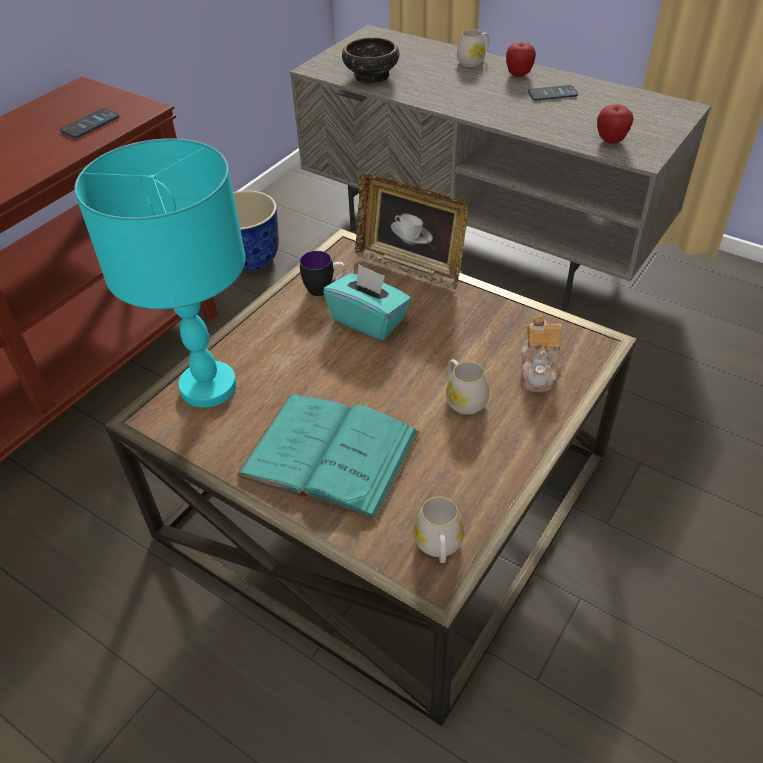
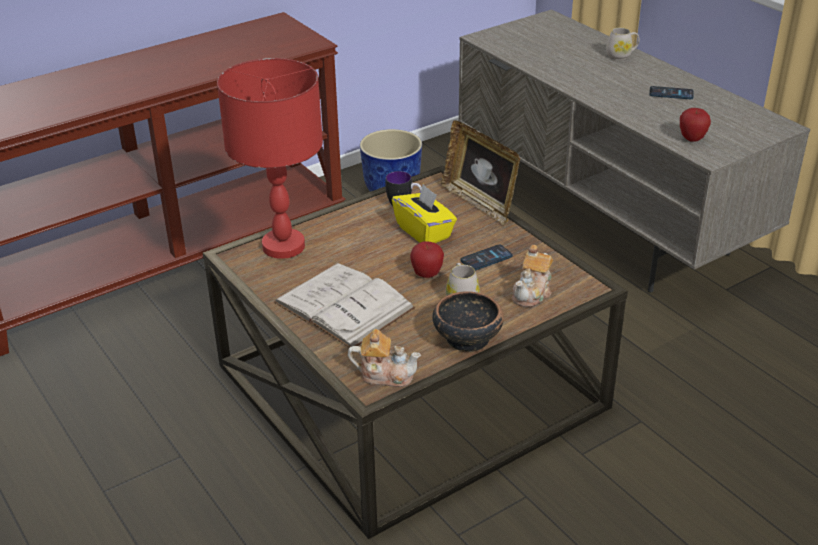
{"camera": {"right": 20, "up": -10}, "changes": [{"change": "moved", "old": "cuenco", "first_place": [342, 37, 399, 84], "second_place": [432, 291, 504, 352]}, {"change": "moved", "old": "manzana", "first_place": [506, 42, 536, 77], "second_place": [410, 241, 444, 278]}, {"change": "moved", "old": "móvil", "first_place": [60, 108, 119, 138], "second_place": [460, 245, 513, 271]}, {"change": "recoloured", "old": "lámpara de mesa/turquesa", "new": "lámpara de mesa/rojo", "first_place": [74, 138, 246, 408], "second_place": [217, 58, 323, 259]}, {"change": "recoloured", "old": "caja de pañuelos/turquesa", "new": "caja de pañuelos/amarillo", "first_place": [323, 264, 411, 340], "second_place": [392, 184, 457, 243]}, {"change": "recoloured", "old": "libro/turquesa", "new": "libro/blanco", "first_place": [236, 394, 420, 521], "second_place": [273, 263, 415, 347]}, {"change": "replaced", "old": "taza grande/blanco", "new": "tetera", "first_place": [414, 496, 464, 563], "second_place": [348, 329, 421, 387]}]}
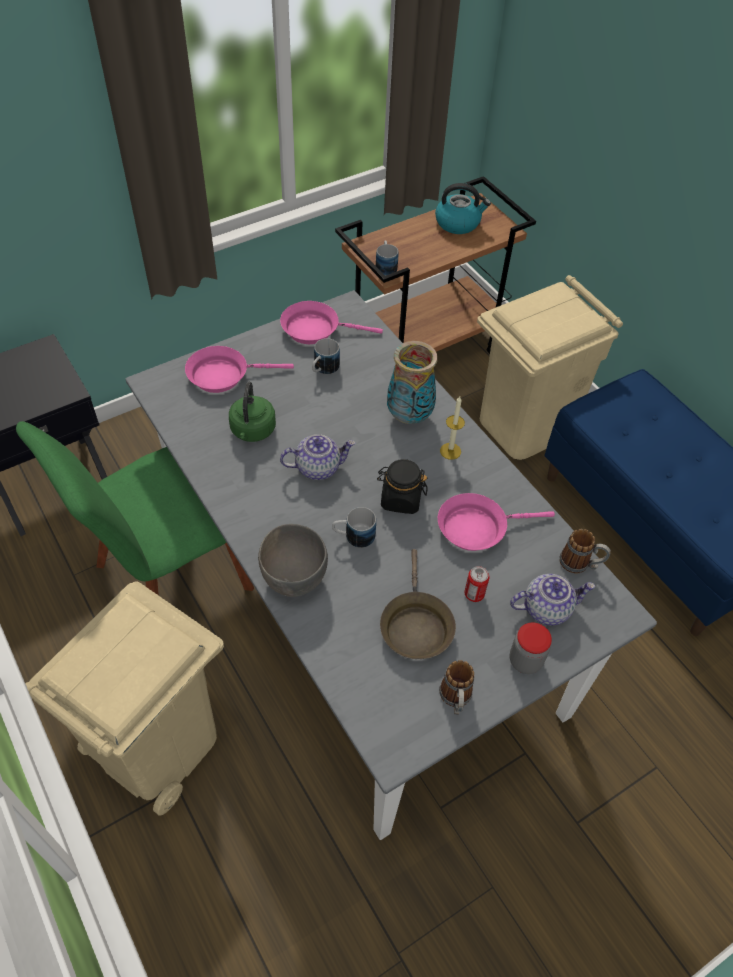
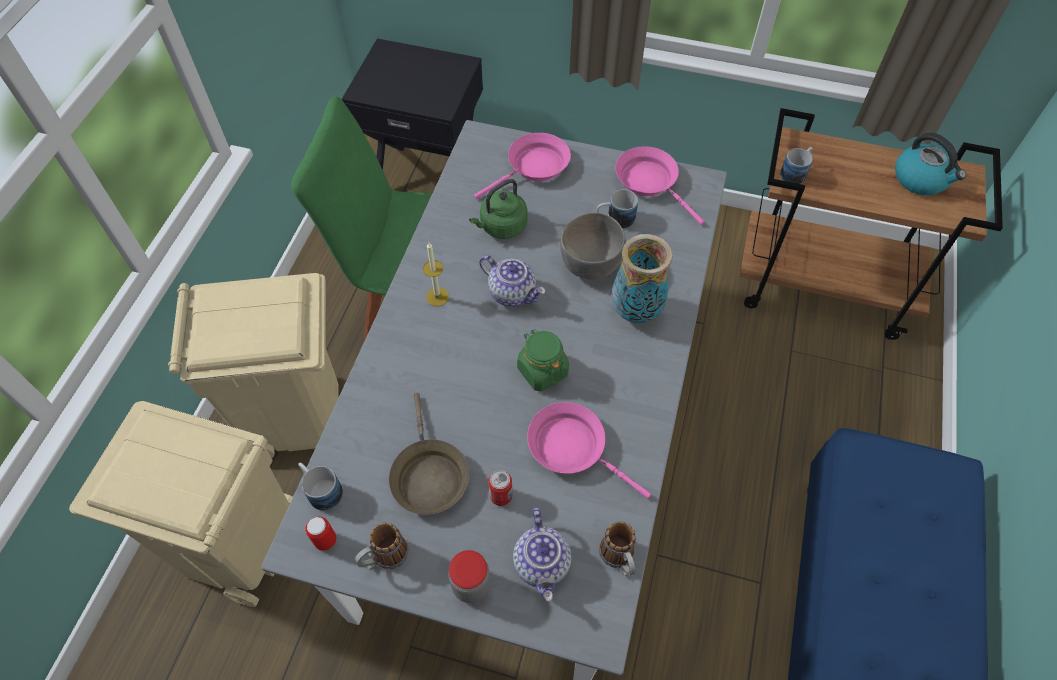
{"camera": {"right": 50, "up": 5}, "changes": [{"change": "moved", "old": "papelera/beis", "first_place": [477, 275, 623, 460], "second_place": [69, 401, 293, 607]}, {"change": "turned", "old": "sartén/rosa", "first_place": [185, 346, 294, 393], "second_place": [474, 133, 571, 199], "degrees": 105}, {"change": "moved", "old": "vela", "first_place": [440, 396, 465, 460], "second_place": [423, 243, 449, 306]}, {"change": "recoloured", "old": "tarro/negro", "new": "tarro/verde", "first_place": [377, 459, 428, 514], "second_place": [517, 329, 569, 392]}, {"change": "moved", "old": "taza grande", "first_place": [332, 507, 376, 548], "second_place": [298, 463, 343, 511]}, {"change": "moved", "old": "cuenco/gris", "first_place": [258, 524, 328, 597], "second_place": [560, 212, 626, 280]}, {"change": "turned", "old": "sartén/marrón", "first_place": [380, 549, 456, 659], "second_place": [389, 393, 469, 515], "degrees": -60}, {"change": "turned", "old": "tetera", "first_place": [510, 574, 595, 625], "second_place": [513, 508, 571, 601], "degrees": 45}, {"change": "added", "new": "lata", "second_place": [305, 516, 336, 551]}]}
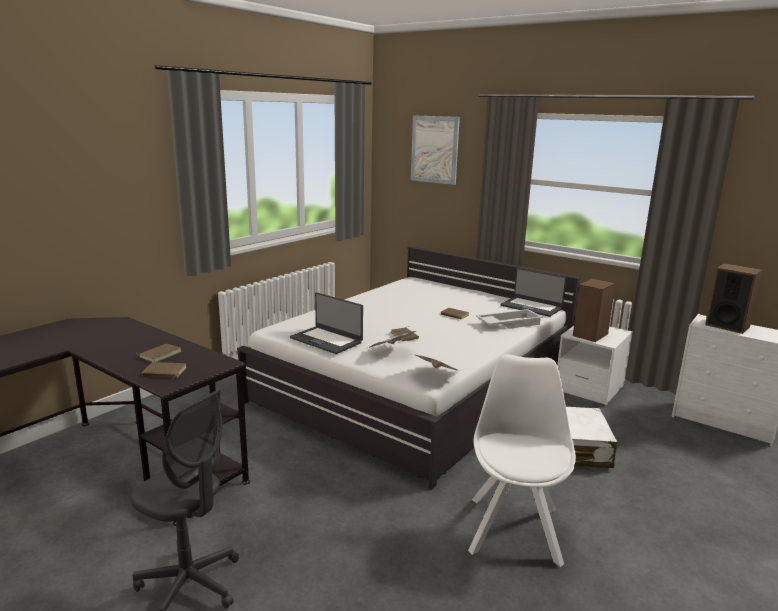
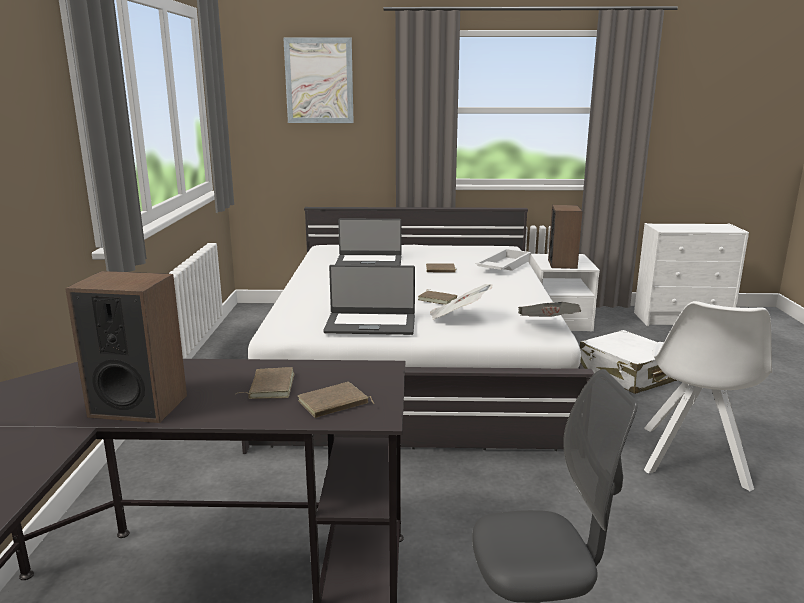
{"camera": {"right": -35, "up": 0}, "changes": [{"change": "moved", "old": "altavoz", "first_place": [705, 263, 763, 334], "second_place": [65, 271, 187, 423]}, {"change": "moved", "old": "portátil", "first_place": [501, 268, 566, 317], "second_place": [335, 219, 401, 265]}, {"change": "turned", "old": "silla/blanco", "first_place": [468, 354, 576, 567], "second_place": [644, 301, 772, 491], "degrees": -135}]}
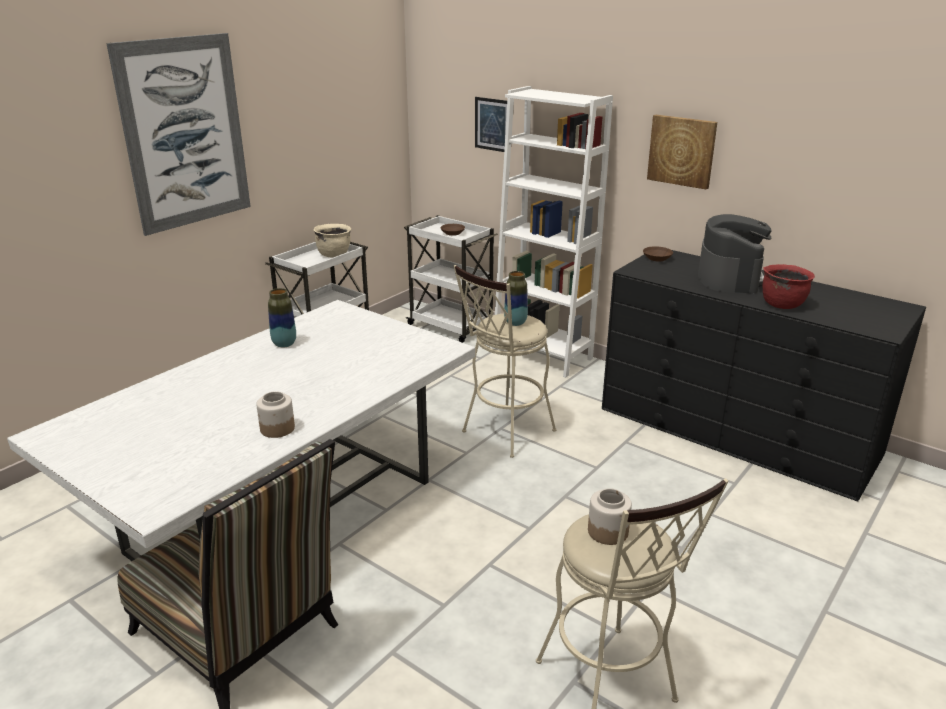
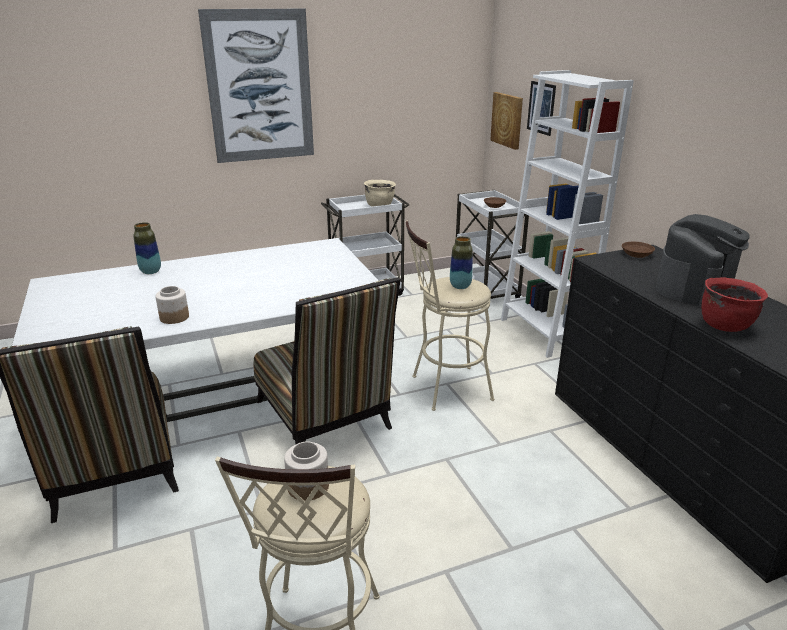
{"camera": {"right": 30, "up": 0}, "changes": [{"change": "moved", "old": "cuadro", "first_place": [647, 115, 717, 190], "second_place": [490, 92, 523, 150]}, {"change": "moved", "old": "florero", "first_place": [268, 288, 296, 347], "second_place": [133, 222, 161, 274]}, {"change": "added", "new": "silla", "second_place": [253, 277, 401, 444]}]}
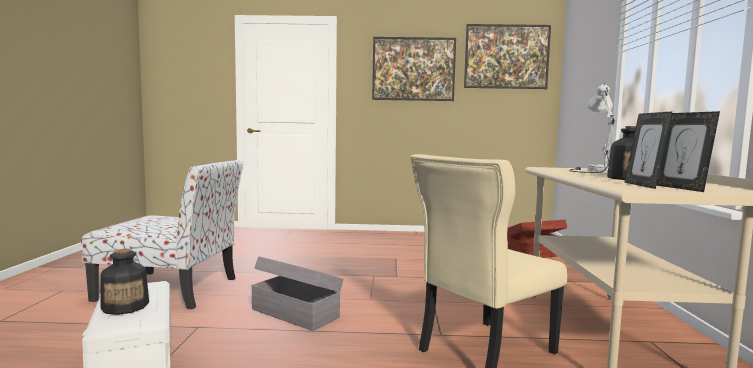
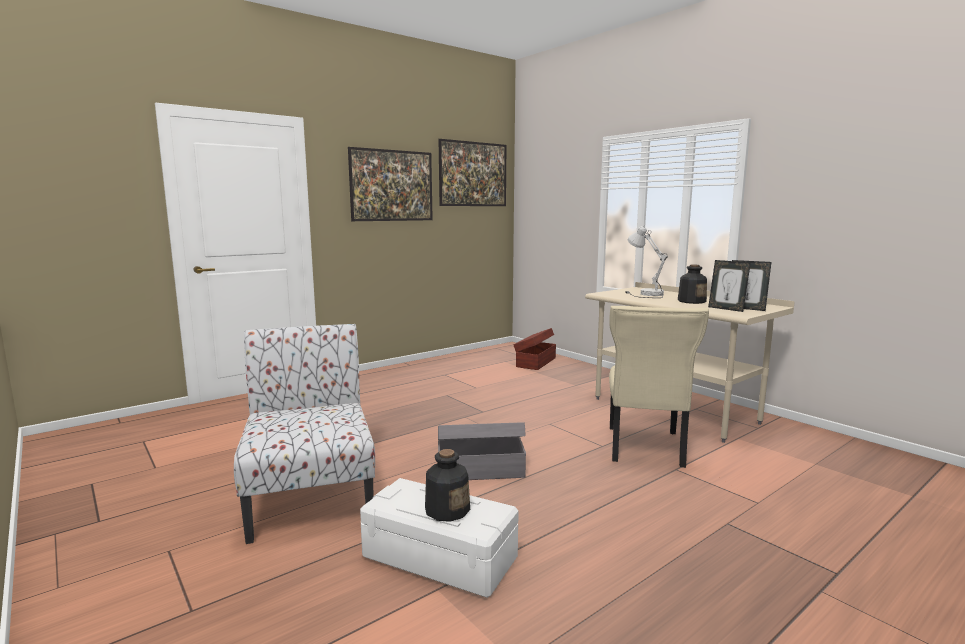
{"camera": {"right": -40, "up": 5}, "changes": [{"change": "turned", "old": "silla", "first_place": [81, 160, 243, 309], "second_place": [234, 324, 375, 544], "degrees": -75}]}
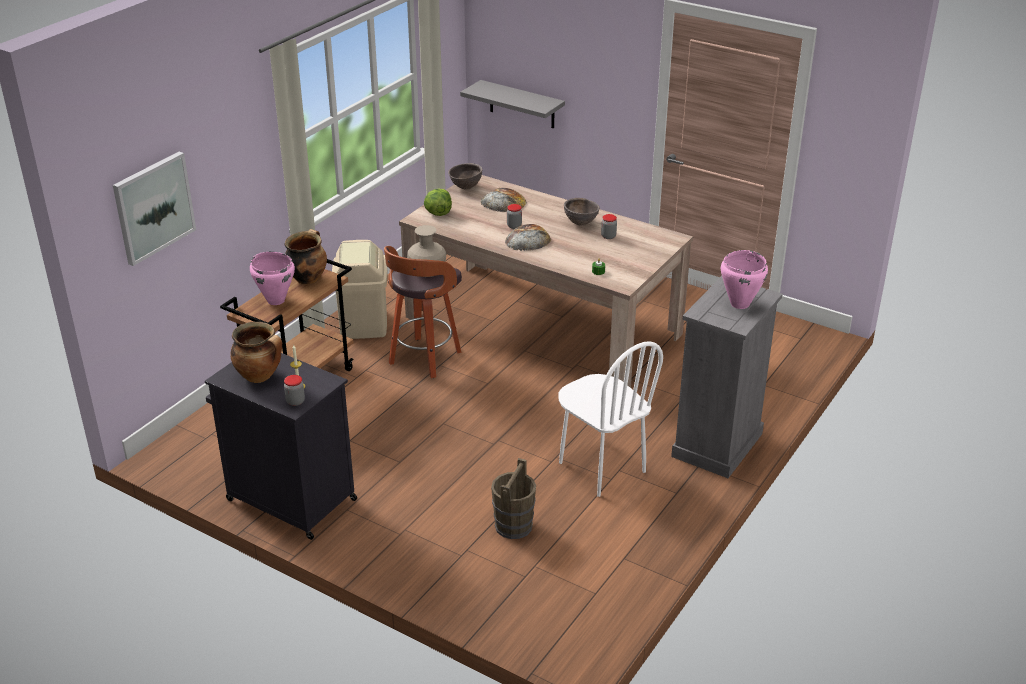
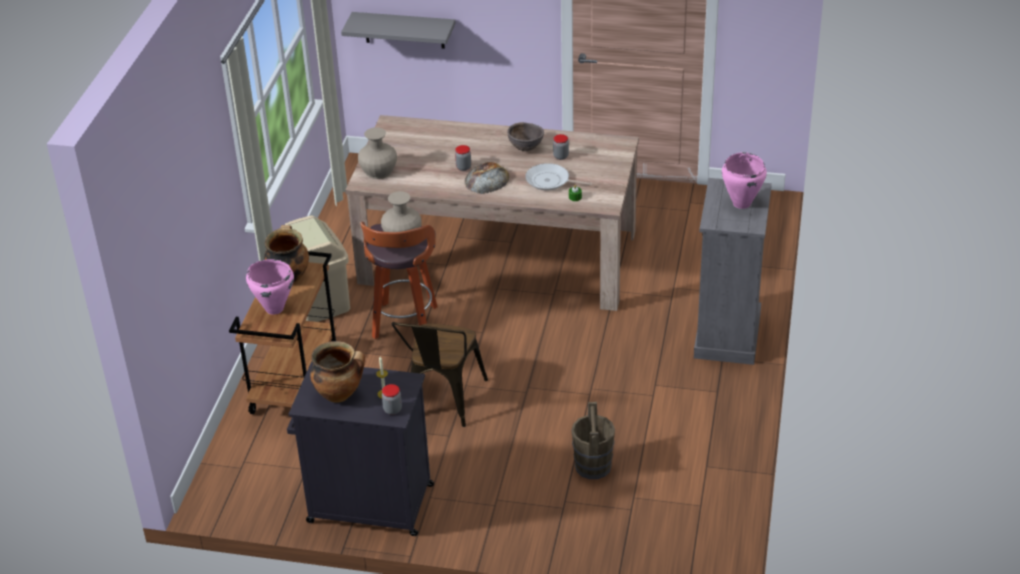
{"camera": {"right": -20, "up": 5}, "changes": [{"change": "removed", "old": "cuadro", "first_place": [113, 152, 196, 266]}, {"change": "removed", "old": "cuenco/marrón", "first_place": [448, 163, 483, 190]}, {"change": "removed", "old": "pan", "first_place": [480, 188, 527, 212]}, {"change": "replaced", "old": "lechuga", "new": "florero/beis", "first_place": [424, 189, 452, 216], "second_place": [358, 127, 397, 179]}, {"change": "removed", "old": "silla/blanco", "first_place": [558, 341, 663, 497]}, {"change": "added", "new": "sartén", "second_place": [525, 163, 592, 191]}, {"change": "added", "new": "silla/marrón", "second_place": [391, 322, 488, 427]}]}
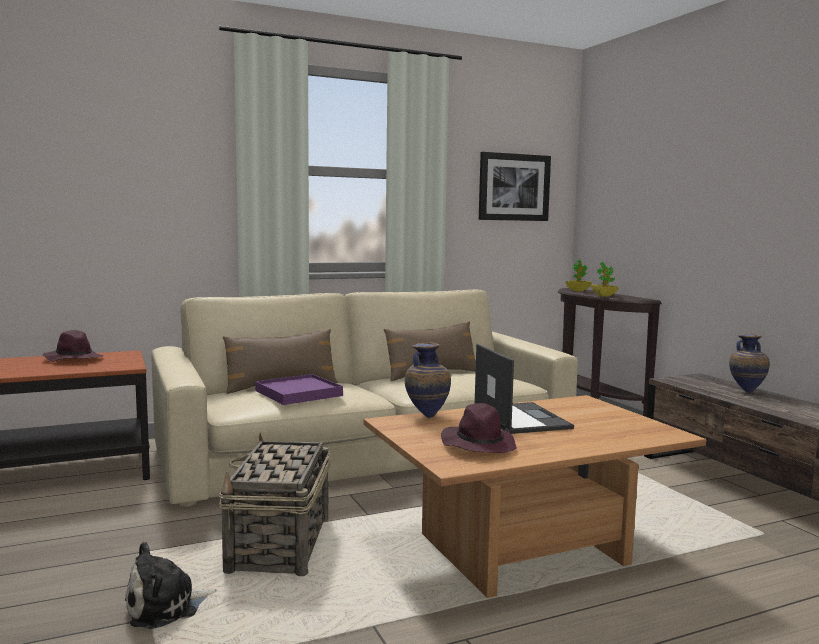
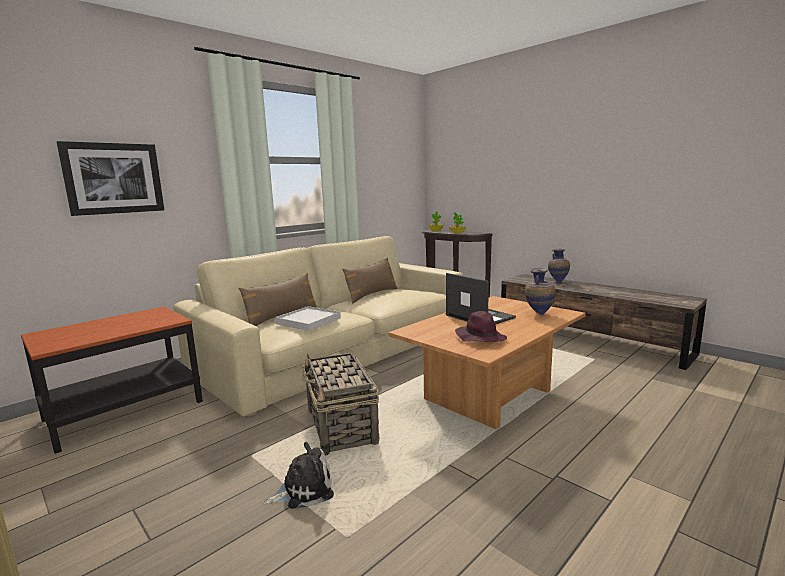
{"camera": {"right": -20, "up": 5}, "changes": [{"change": "moved", "old": "cuadro", "first_place": [479, 152, 551, 221], "second_place": [57, 141, 164, 216]}, {"change": "removed", "old": "sombrero/morado", "first_place": [43, 330, 103, 362]}, {"change": "moved", "old": "florero", "first_place": [405, 342, 451, 418], "second_place": [525, 268, 556, 315]}, {"change": "recoloured", "old": "bandeja/morado", "new": "bandeja/blanco", "first_place": [255, 374, 343, 405], "second_place": [275, 306, 341, 331]}, {"change": "turned", "old": "peluche", "first_place": [125, 542, 217, 629], "second_place": [264, 442, 334, 509], "degrees": -150}]}
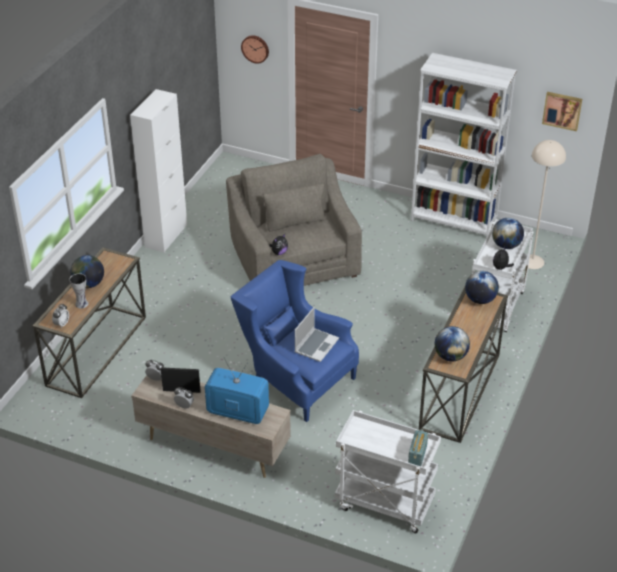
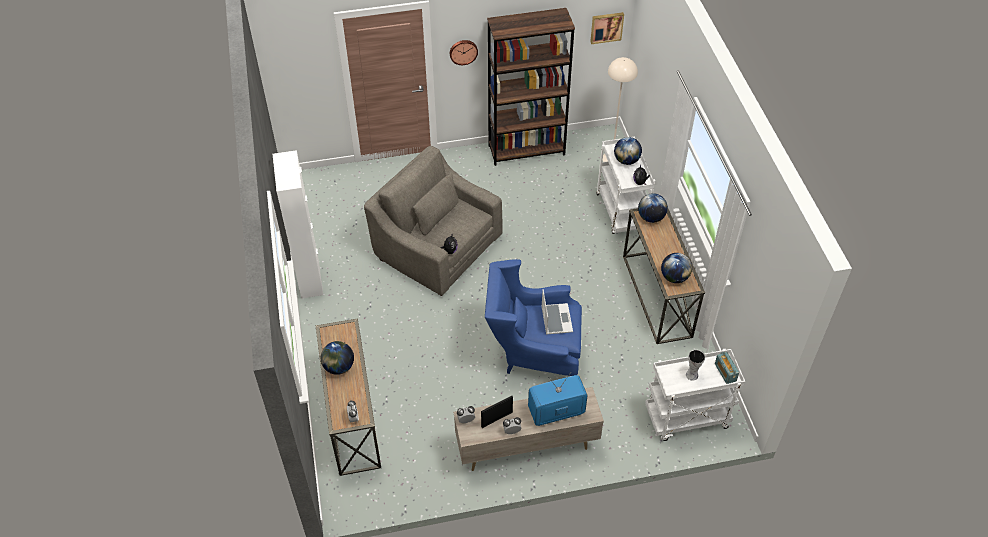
{"camera": {"right": -35, "up": 10}, "changes": [{"change": "moved", "old": "reloj de pared", "first_place": [241, 35, 269, 64], "second_place": [450, 40, 478, 65]}, {"change": "recoloured", "old": "estantería/blanco", "new": "estantería/marrón", "first_place": [411, 53, 517, 238], "second_place": [487, 8, 575, 166]}, {"change": "moved", "old": "florero", "first_place": [69, 273, 88, 309], "second_place": [686, 350, 705, 381]}]}
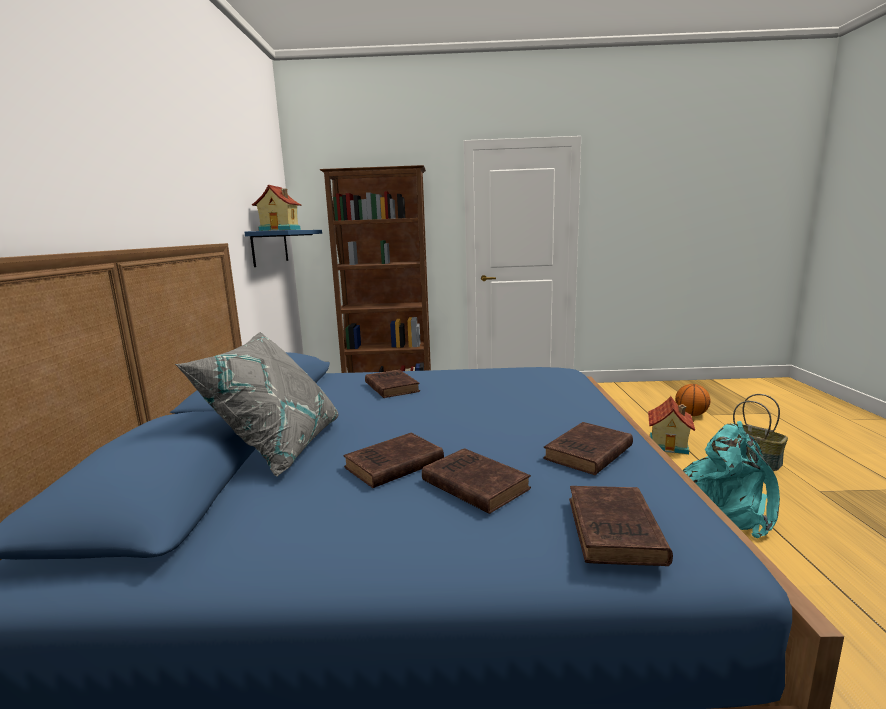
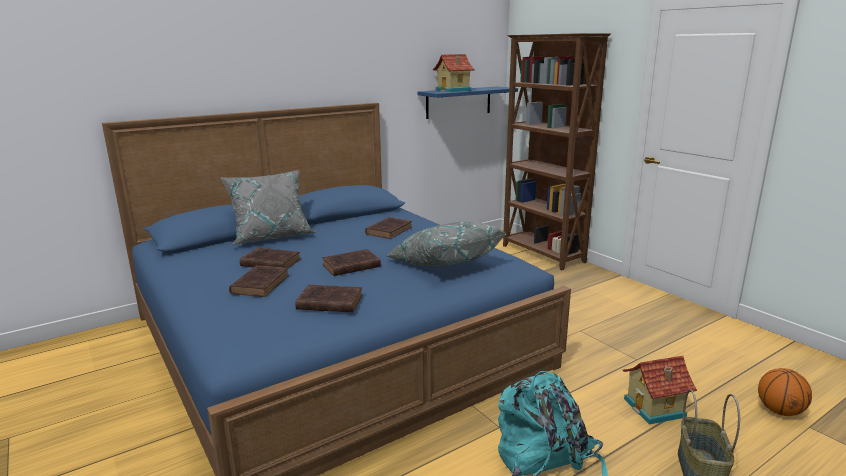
{"camera": {"right": 55, "up": 5}, "changes": [{"change": "moved", "old": "libro/marrón", "first_place": [569, 486, 673, 566], "second_place": [322, 249, 381, 276]}, {"change": "added", "new": "cojín/gris", "second_place": [386, 222, 506, 266]}]}
